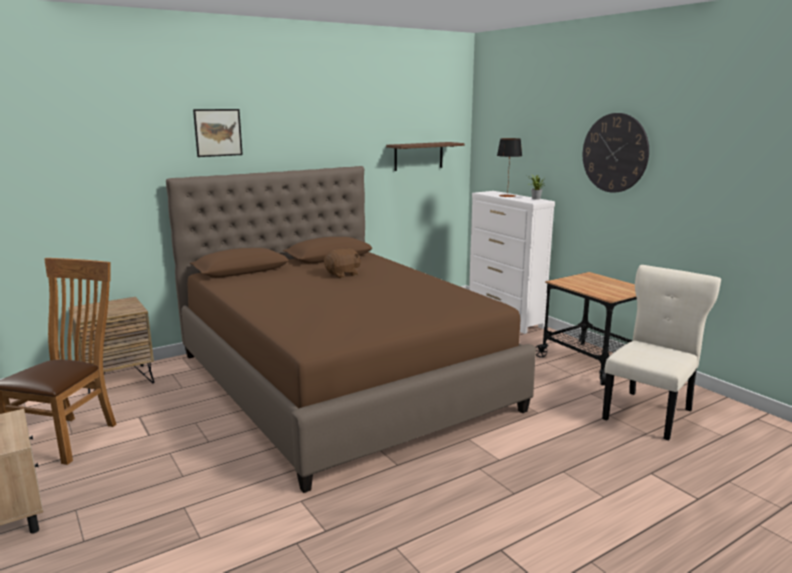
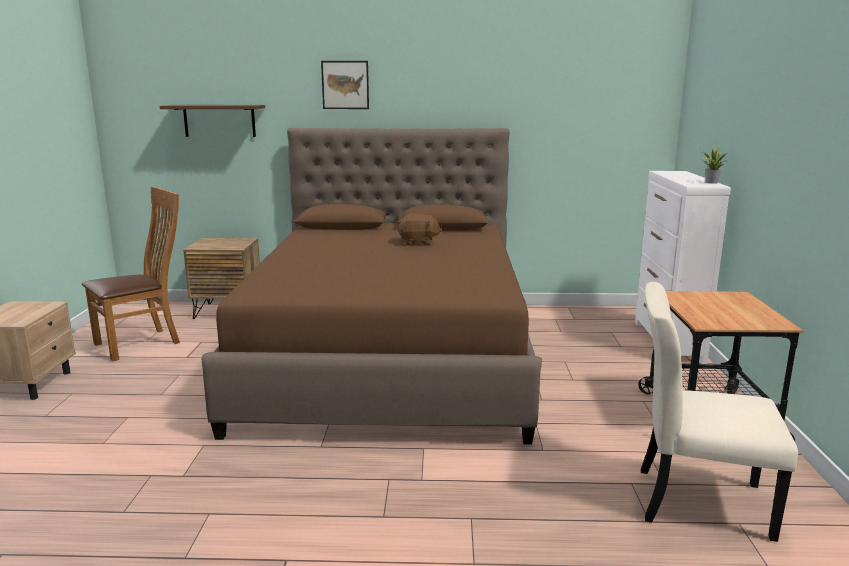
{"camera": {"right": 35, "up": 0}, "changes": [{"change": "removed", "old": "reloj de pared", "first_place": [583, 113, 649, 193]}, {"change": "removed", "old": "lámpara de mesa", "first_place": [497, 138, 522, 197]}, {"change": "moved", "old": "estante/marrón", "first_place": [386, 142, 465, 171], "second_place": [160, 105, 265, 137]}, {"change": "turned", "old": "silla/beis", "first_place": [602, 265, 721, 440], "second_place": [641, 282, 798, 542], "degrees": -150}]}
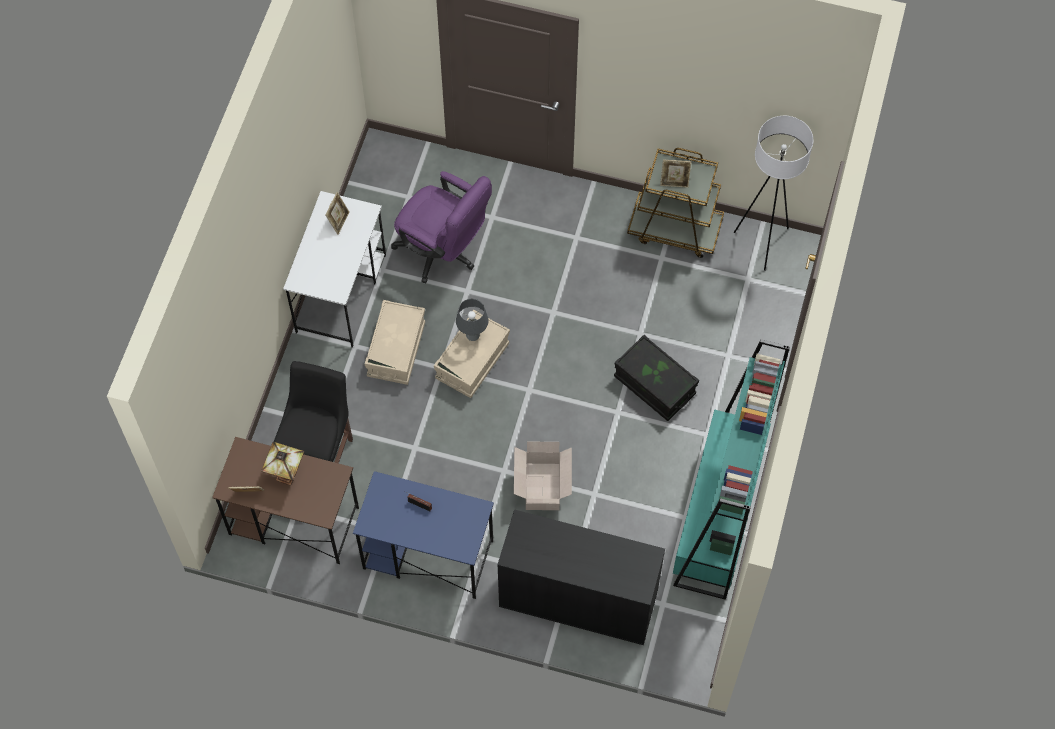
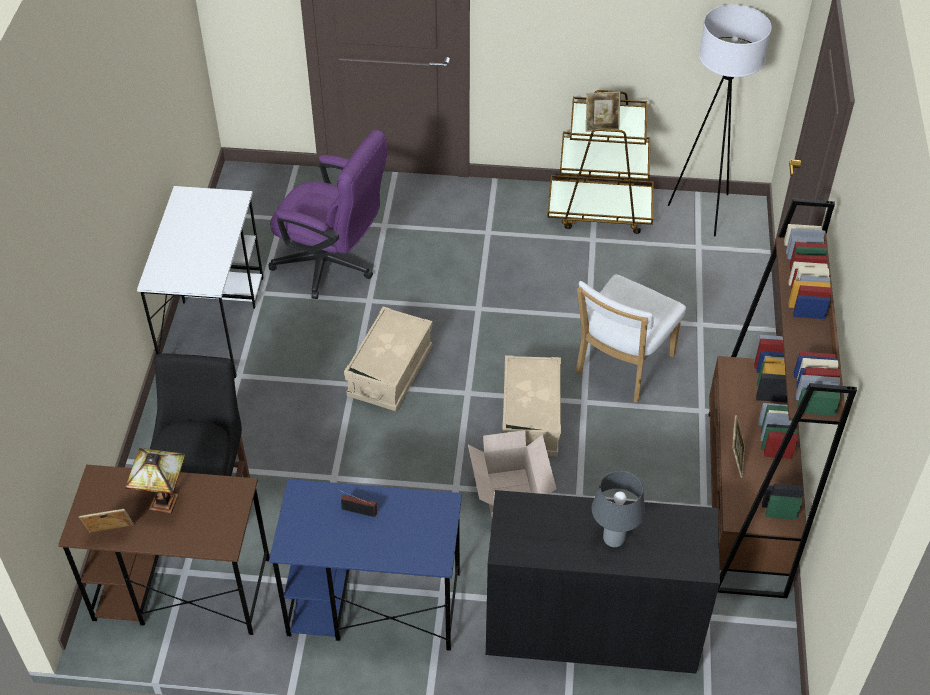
{"camera": {"right": -10, "up": -15}, "changes": [{"change": "moved", "old": "portarretratos", "first_place": [325, 192, 350, 235], "second_place": [732, 415, 745, 478]}, {"change": "moved", "old": "lámpara de mesa/gris", "first_place": [456, 299, 489, 341], "second_place": [592, 471, 645, 547]}, {"change": "moved", "old": "caja de almacenaje/beis", "first_place": [365, 300, 425, 385], "second_place": [502, 355, 561, 456]}, {"change": "replaced", "old": "caja de almacenaje/negro", "new": "silla/blanco", "first_place": [614, 335, 699, 421], "second_place": [576, 274, 686, 402]}, {"change": "recoloured", "old": "estantería/turquesa", "new": "estantería/marrón", "first_place": [673, 339, 790, 600], "second_place": [709, 198, 857, 598]}]}
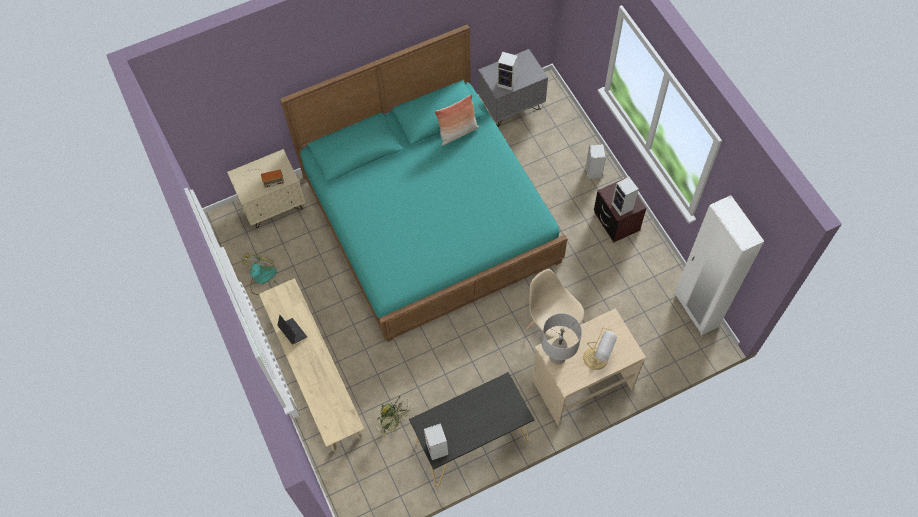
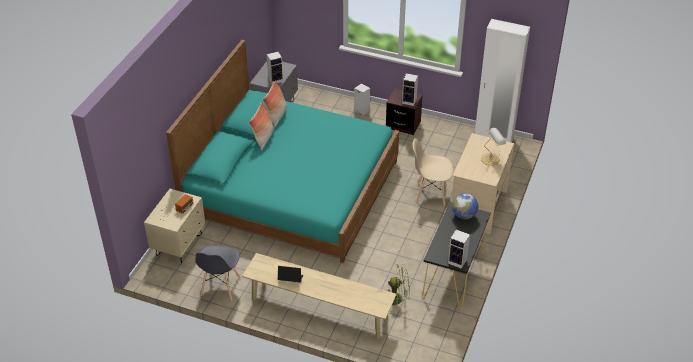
{"camera": {"right": -45, "up": -20}, "changes": [{"change": "replaced", "old": "ventilador", "new": "silla/gris", "first_place": [241, 253, 279, 295], "second_place": [195, 245, 240, 301]}, {"change": "removed", "old": "lámpara de mesa/gris", "first_place": [541, 313, 582, 364]}, {"change": "added", "new": "cojín", "second_place": [249, 102, 274, 150]}, {"change": "added", "new": "globo terráqueo", "second_place": [452, 193, 478, 219]}]}
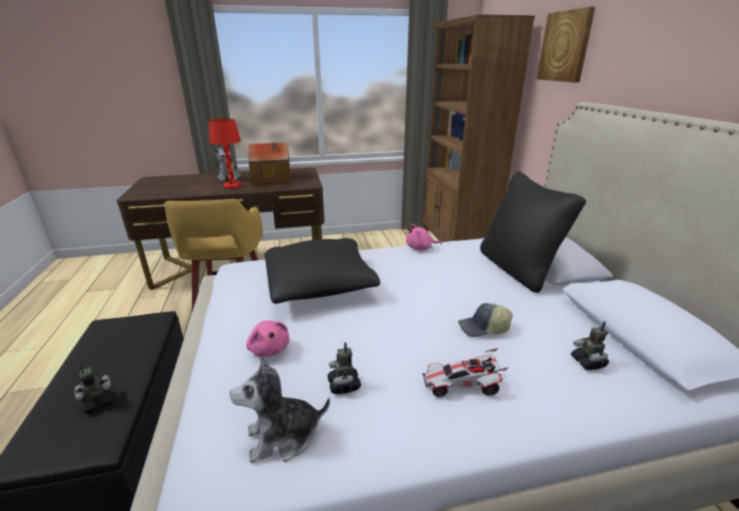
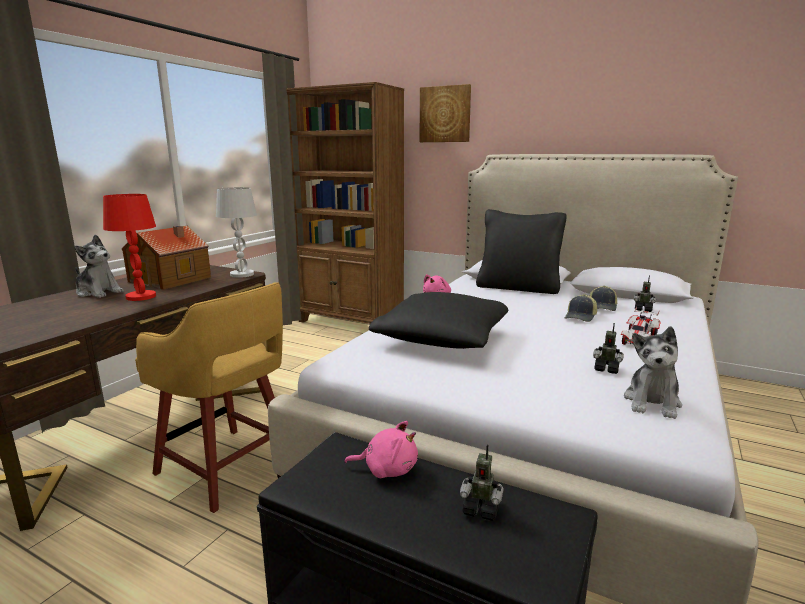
{"camera": {"right": -50, "up": -10}, "changes": [{"change": "moved", "old": "peluche/rosa", "first_place": [246, 320, 290, 357], "second_place": [344, 421, 418, 478]}, {"change": "turned", "old": "robot de juguete", "first_place": [74, 364, 112, 414], "second_place": [460, 444, 504, 521], "degrees": -75}, {"change": "added", "new": "lámpara de mesa/blanco", "second_place": [216, 187, 257, 278]}, {"change": "added", "new": "gorra", "second_place": [590, 286, 617, 311]}]}
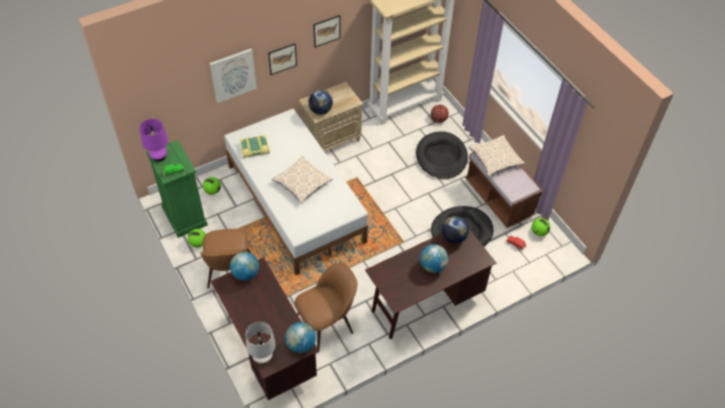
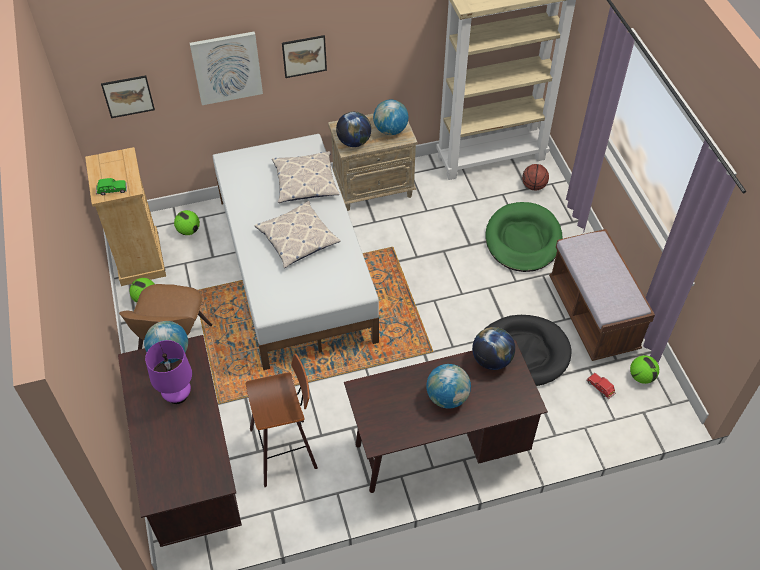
{"camera": {"right": 15, "up": 0}, "changes": [{"change": "moved", "old": "cuadro", "first_place": [313, 15, 341, 48], "second_place": [101, 75, 155, 118]}, {"change": "moved", "old": "lámpara de mesa/morado", "first_place": [139, 119, 168, 162], "second_place": [145, 340, 192, 404]}, {"change": "recoloured", "old": "cama para perro/negro", "new": "cama para perro/verde", "first_place": [416, 132, 468, 179], "second_place": [485, 202, 562, 272]}, {"change": "removed", "old": "libro", "first_place": [239, 135, 270, 158]}, {"change": "moved", "old": "cojín", "first_place": [468, 135, 525, 177], "second_place": [272, 151, 339, 203]}, {"change": "recoloured", "old": "cómoda/verde", "new": "cómoda/beis", "first_place": [146, 140, 208, 238], "second_place": [85, 147, 166, 286]}, {"change": "replaced", "old": "silla/marrón", "new": "taburete", "first_place": [294, 263, 357, 350], "second_place": [246, 354, 318, 487]}, {"change": "removed", "old": "lámpara de mesa/blanco", "first_place": [246, 322, 276, 364]}, {"change": "moved", "old": "globo terráqueo", "first_place": [285, 322, 316, 353], "second_place": [373, 100, 408, 135]}]}
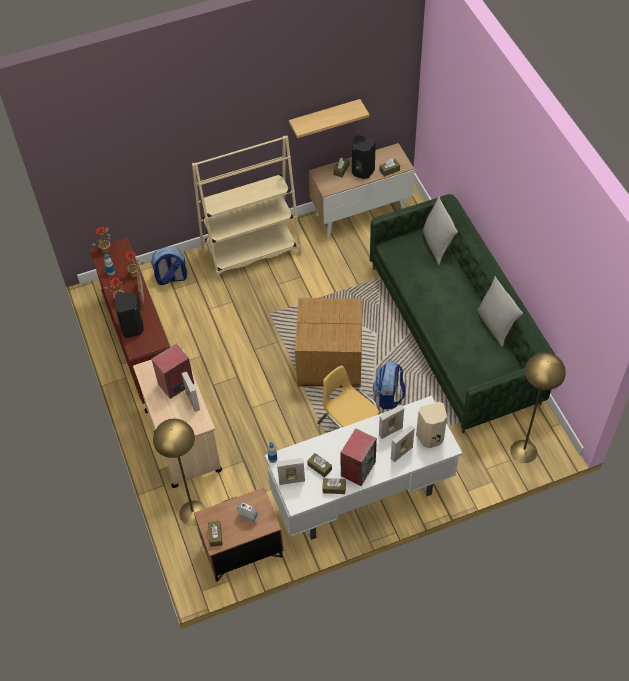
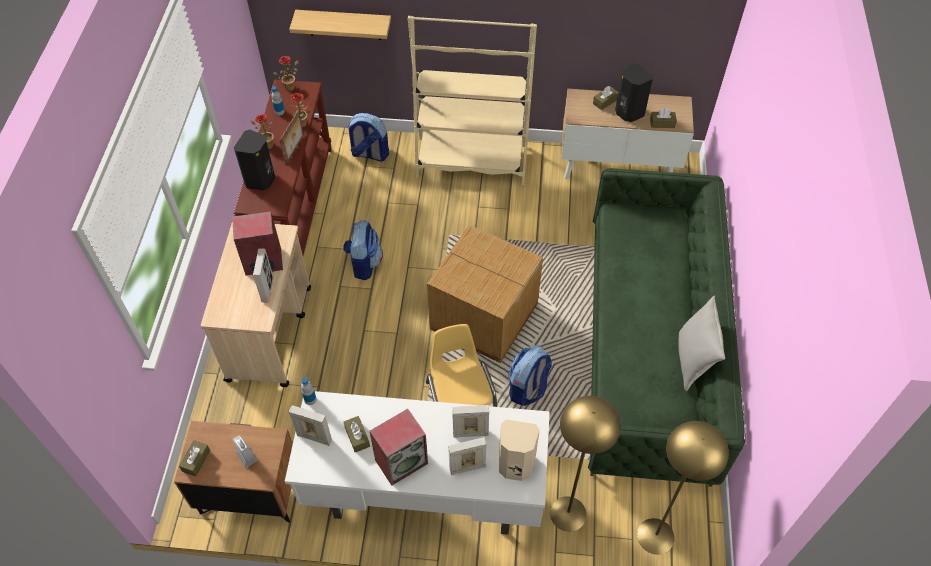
{"camera": {"right": 25, "up": 0}, "changes": [{"change": "moved", "old": "estante", "first_place": [289, 99, 369, 138], "second_place": [289, 10, 391, 40]}, {"change": "removed", "old": "cojín/gris", "first_place": [423, 197, 458, 265]}, {"change": "moved", "old": "lámpara de pie/amarillo", "first_place": [153, 419, 206, 526], "second_place": [550, 396, 621, 532]}, {"change": "removed", "old": "caja de pañuelos/marrón", "first_place": [322, 478, 346, 494]}, {"change": "added", "new": "mochila", "second_place": [343, 220, 383, 280]}]}
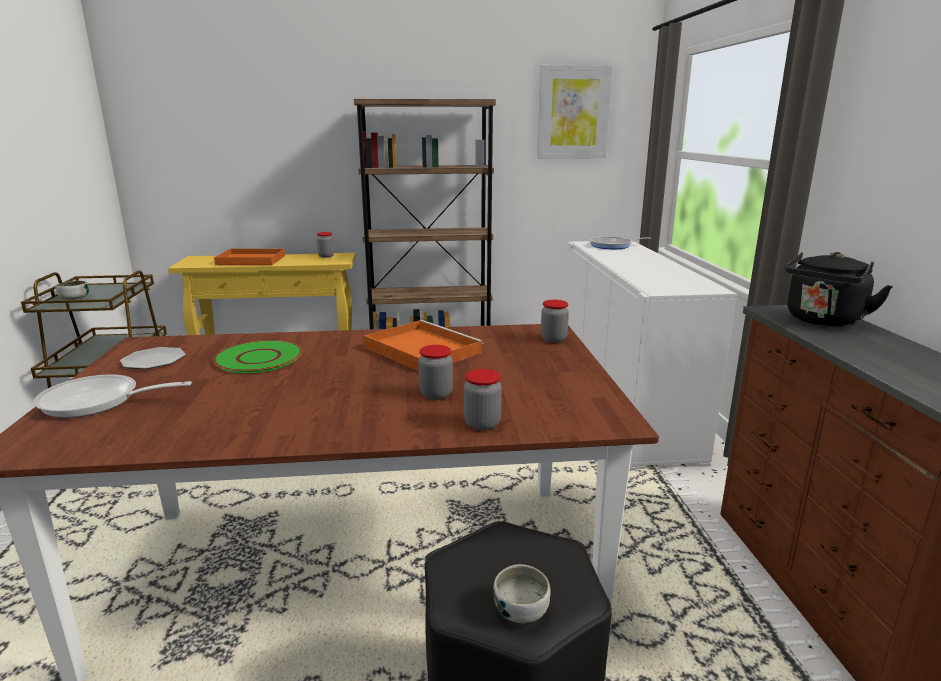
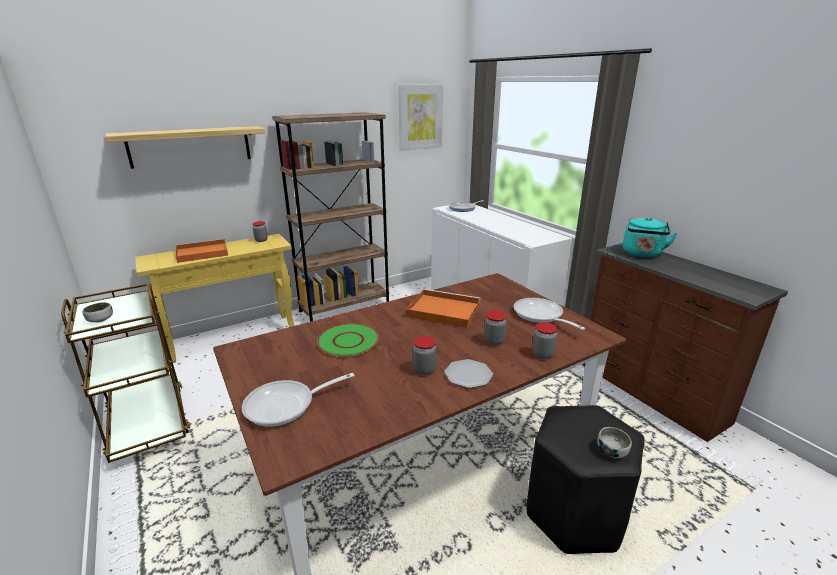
{"camera": {"right": -25, "up": 5}, "changes": [{"change": "recoloured", "old": "hervidor/negro", "new": "hervidor/turquesa", "first_place": [785, 252, 893, 327], "second_place": [623, 217, 678, 257]}, {"change": "moved", "old": "tarro", "first_place": [541, 300, 569, 343], "second_place": [413, 336, 436, 375]}, {"change": "moved", "old": "plato", "first_place": [120, 347, 186, 369], "second_place": [444, 359, 493, 388]}, {"change": "added", "new": "estante", "second_place": [105, 126, 265, 169]}, {"change": "added", "new": "sartén", "second_place": [514, 298, 585, 330]}]}
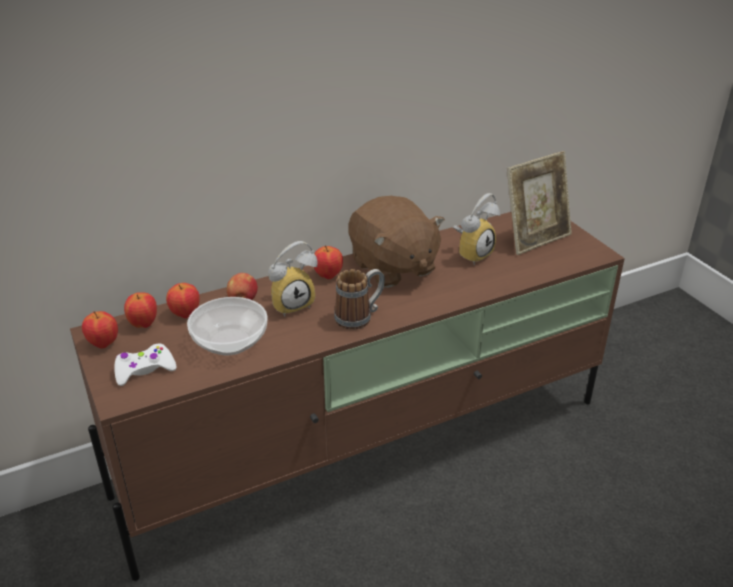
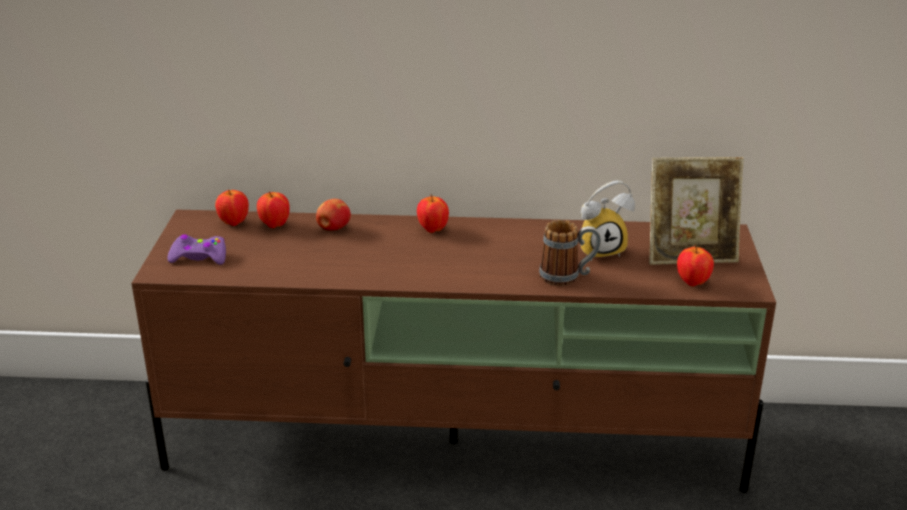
{"camera": {"right": 30, "up": -5}, "changes": [{"change": "removed", "old": "peluche/marrón", "first_place": [348, 196, 445, 288]}, {"change": "removed", "old": "despertador", "first_place": [268, 241, 318, 317]}, {"change": "moved", "old": "taza grande", "first_place": [334, 269, 385, 330], "second_place": [539, 220, 601, 286]}, {"change": "removed", "old": "cuenco", "first_place": [187, 297, 267, 355]}, {"change": "moved", "old": "manzana", "first_place": [82, 311, 118, 349], "second_place": [677, 245, 714, 286]}, {"change": "recoloured", "old": "mando de consola/blanco", "new": "mando de consola/morado", "first_place": [114, 344, 176, 386], "second_place": [167, 234, 226, 265]}]}
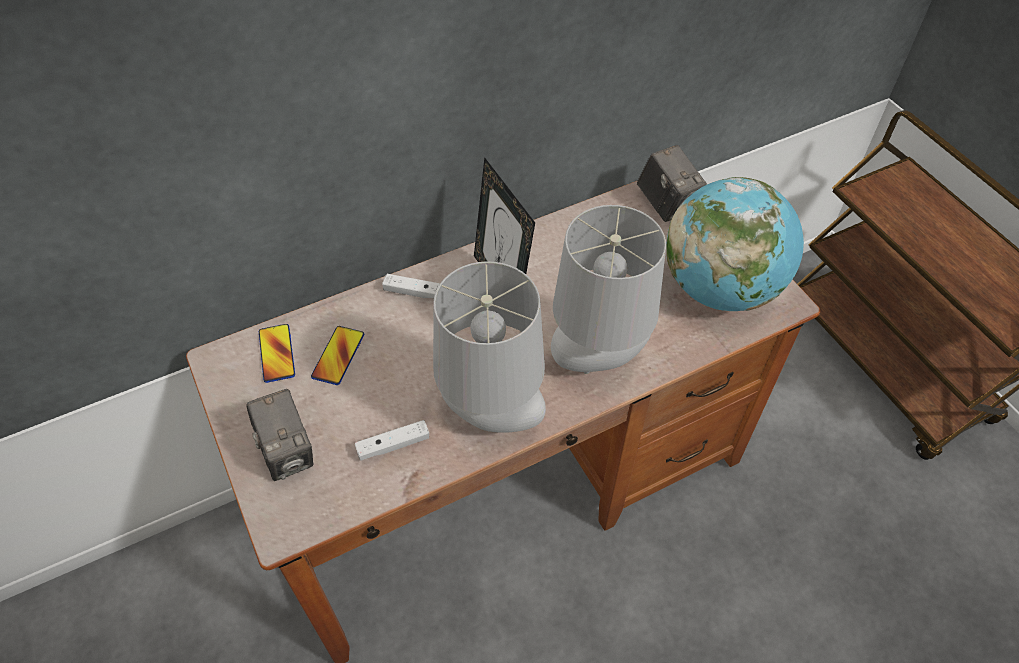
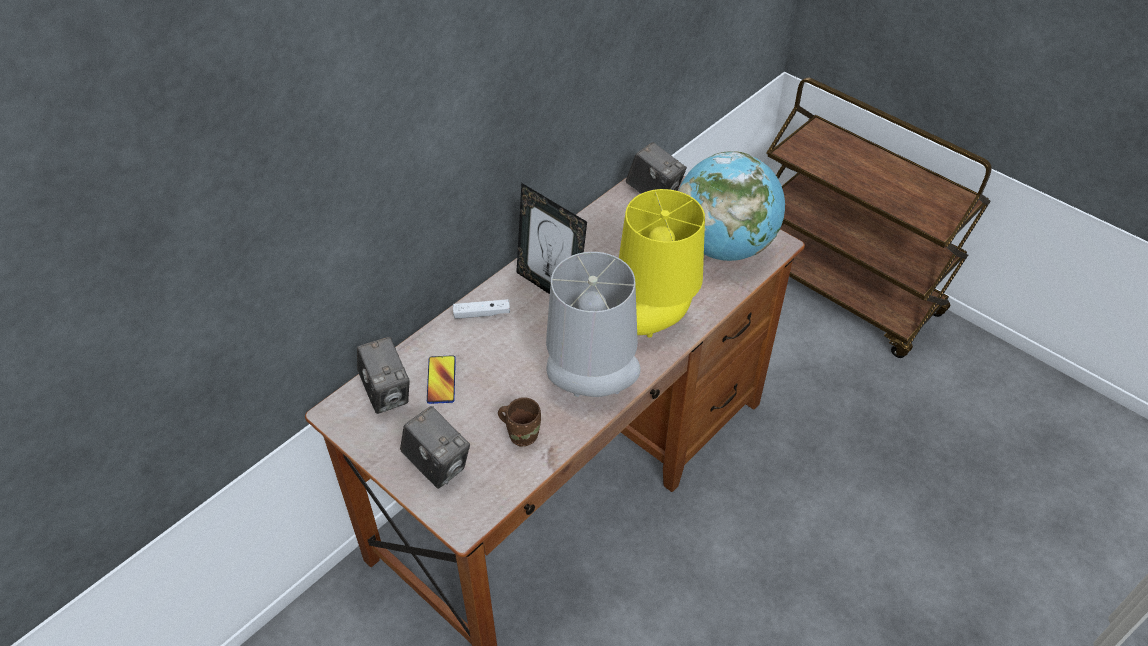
{"camera": {"right": -20, "up": -5}, "changes": [{"change": "recoloured", "old": "lámpara de mesa/gris", "new": "lámpara de mesa/amarillo", "first_place": [551, 205, 666, 374], "second_place": [619, 189, 705, 338]}, {"change": "replaced", "old": "móvil", "new": "cámara", "first_place": [259, 324, 295, 383], "second_place": [357, 337, 410, 414]}, {"change": "replaced", "old": "mando de consola/blanco", "new": "taza grande/marrón", "first_place": [355, 420, 429, 461], "second_place": [498, 397, 541, 447]}]}
